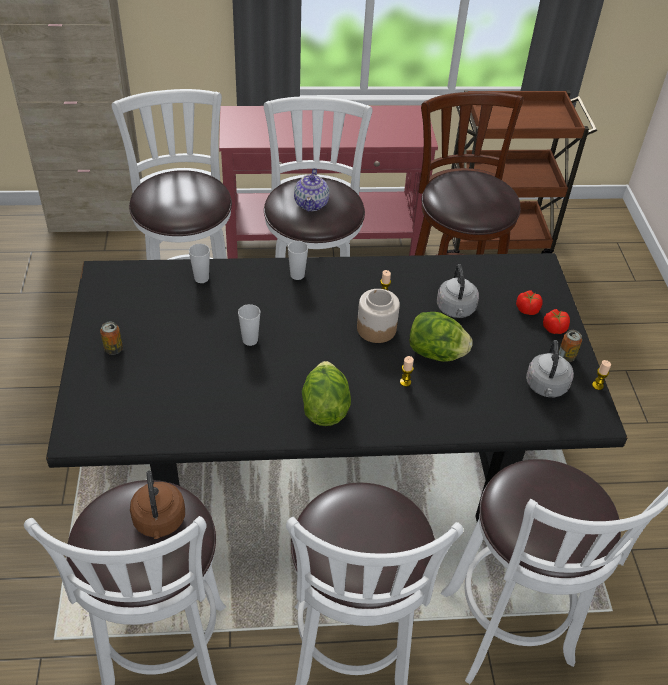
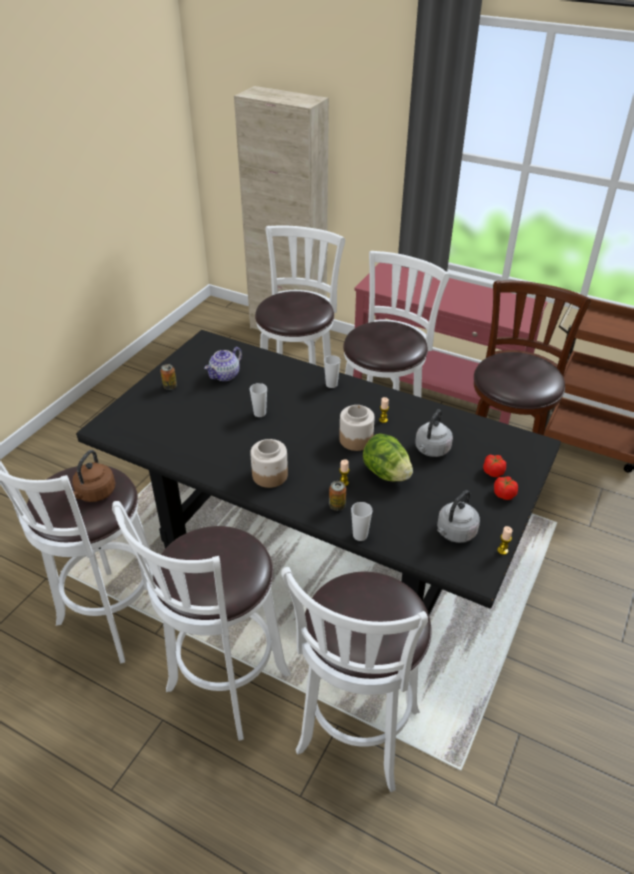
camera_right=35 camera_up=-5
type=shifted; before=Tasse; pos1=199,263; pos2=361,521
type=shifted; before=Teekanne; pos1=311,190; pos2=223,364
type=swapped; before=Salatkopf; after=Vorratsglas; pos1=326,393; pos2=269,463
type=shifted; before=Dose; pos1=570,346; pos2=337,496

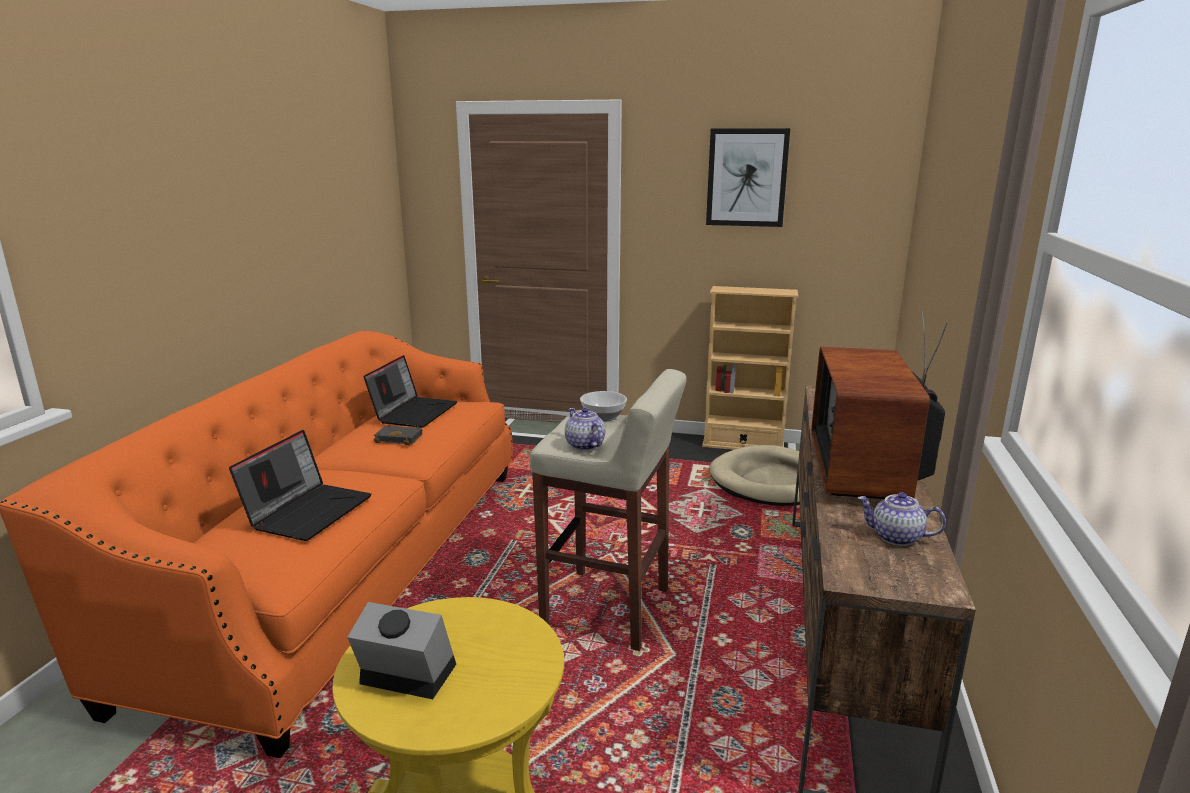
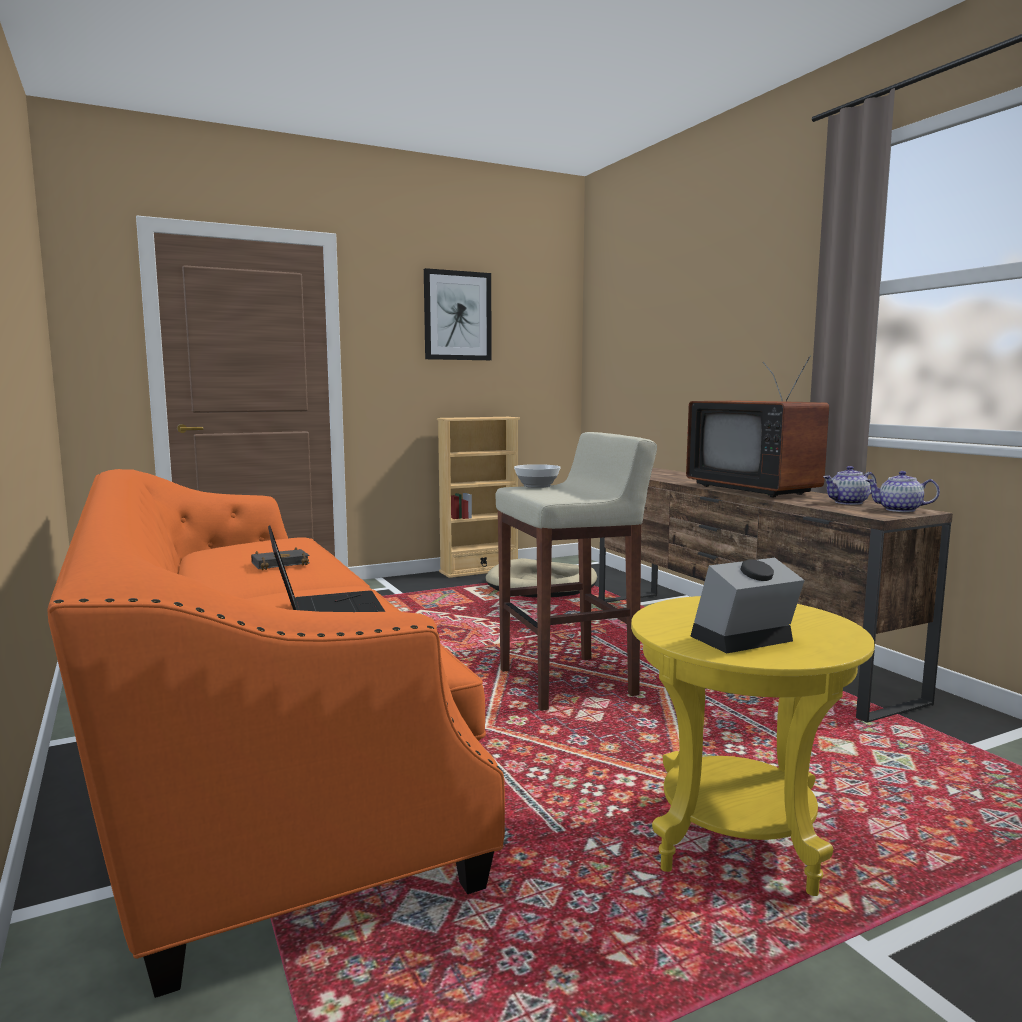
camera_right=-40 camera_up=-10
type=gone; before=Laptop; pos1=410,391
type=shifted; before=Teekanne; pos1=585,429; pos2=903,491

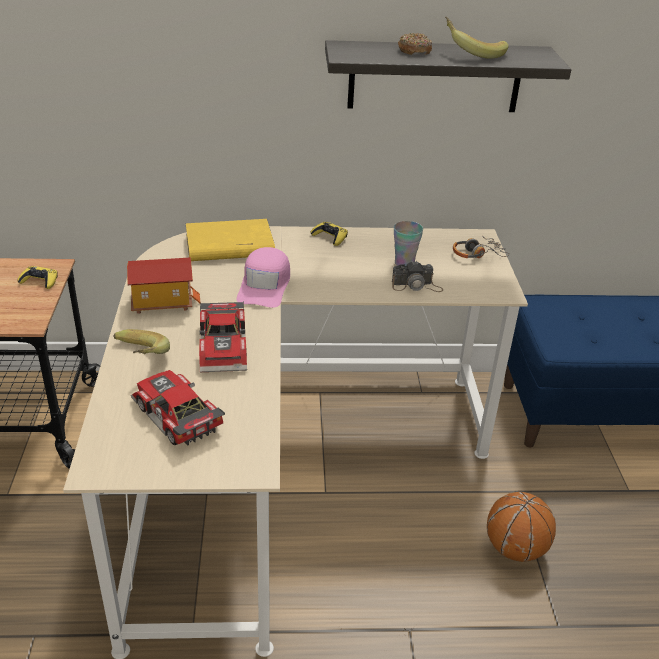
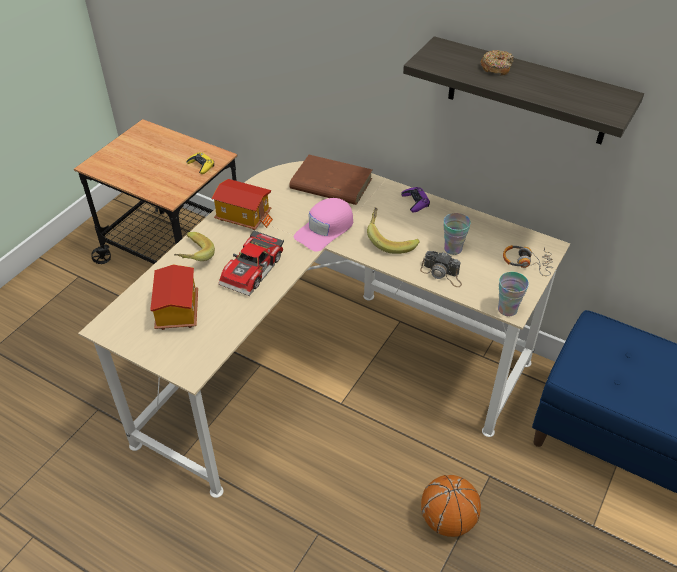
camera_right=35 camera_up=10
type=swapped; before=Spielzeugauto; after=Spielzeughaus; pos1=178,407; pos2=174,297
type=repainted; before=Buch (gelb); after=Buch (braun); pos1=230,240; pos2=330,180
type=repainted; before=Gamepad (gelb); after=Gamepad (lila); pos1=329,234; pos2=415,199
type=shifted; before=Banane; pos1=477,38; pos2=393,230
type=new; after=Tasse; pos2=513,294

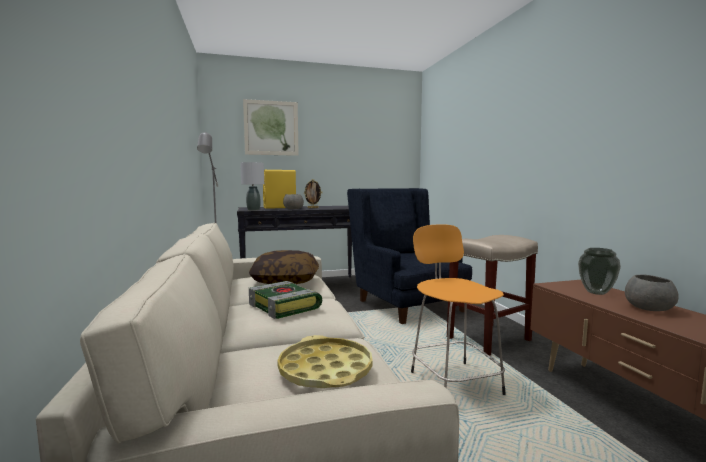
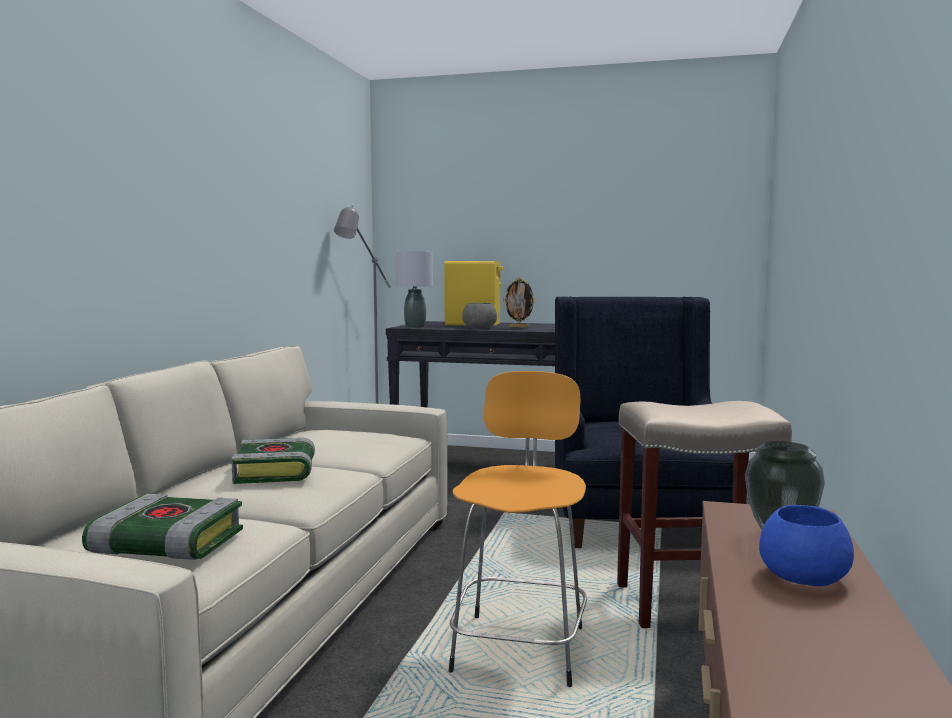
camera_right=30 camera_up=0
type=gone; before=Bild; pos1=271,127
type=gone; before=Kissen; pos1=284,267
type=swapped; before=Tablett (gelb); after=Buch; pos1=325,361; pos2=162,527
type=repainted; before=Schüssel (grau); after=Schüssel (blau); pos1=652,292; pos2=806,545

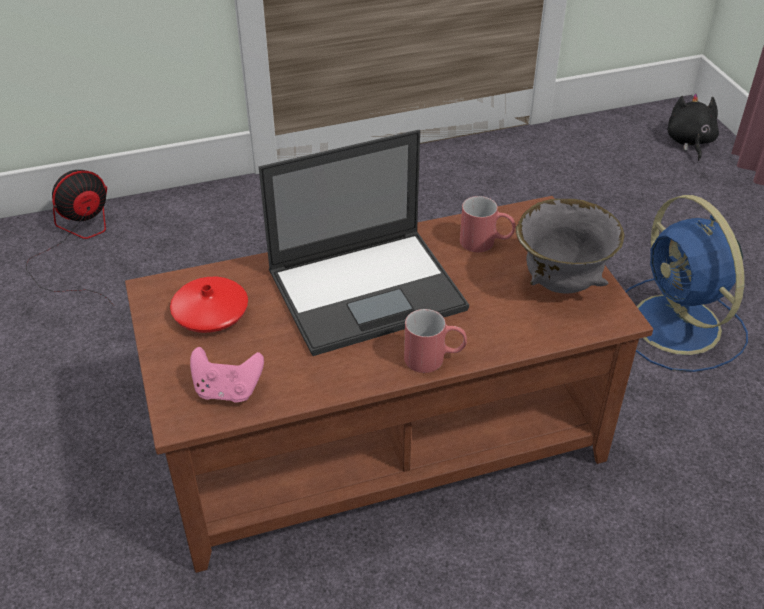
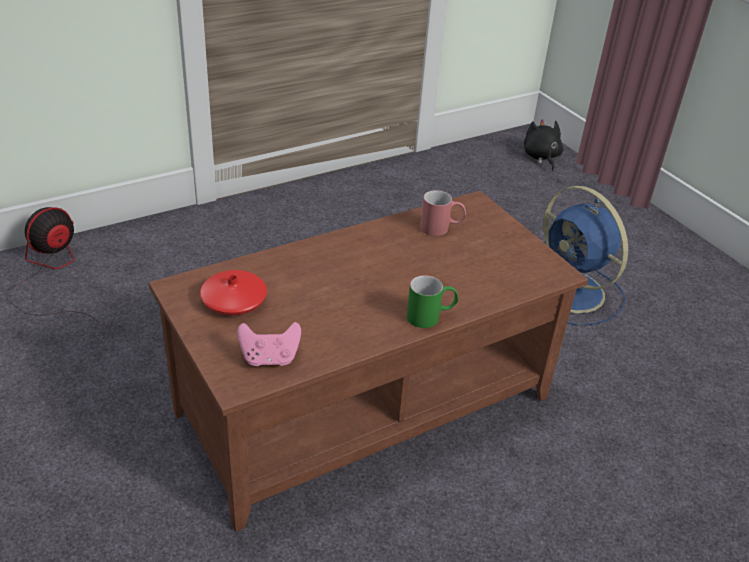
camera_right=-15 camera_up=-5
type=gone; before=Laptop; pos1=364,243
type=repainted; before=Henkelbecher (rot); after=Henkelbecher (grün); pos1=435,341; pos2=432,301
type=gone; before=Schüssel (grau); pos1=570,246

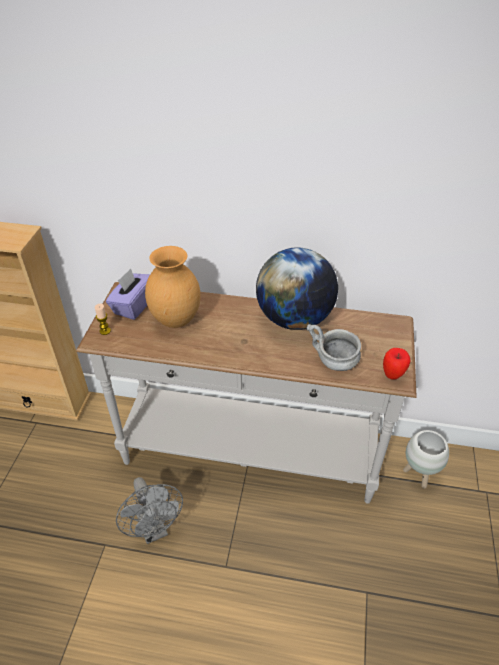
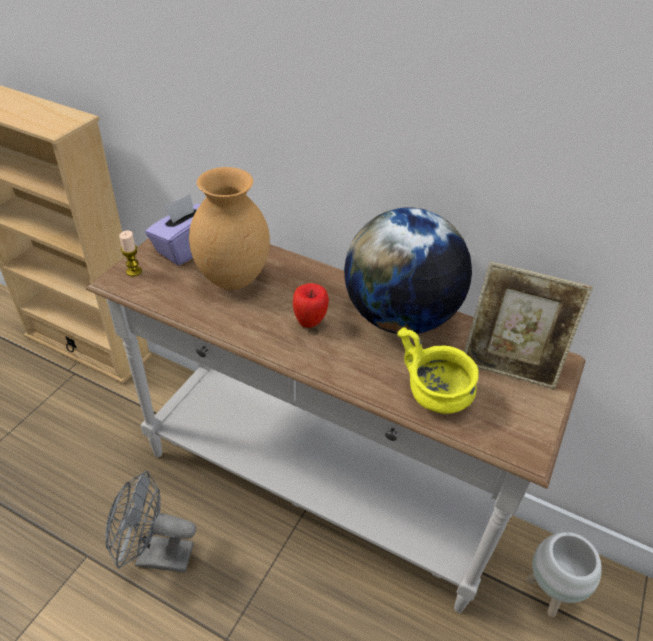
camera_right=15 camera_up=0
type=rotated; before=Ventilator (grau); pos1=149,510; pos2=150,522; turn=105
type=repainted; before=Schüssel (grau); after=Schüssel (gelb); pos1=333,347; pos2=438,370
type=shifted; before=Apfel; pos1=396,364; pos2=311,305
type=new; after=Bilderrahmen; pos2=528,325

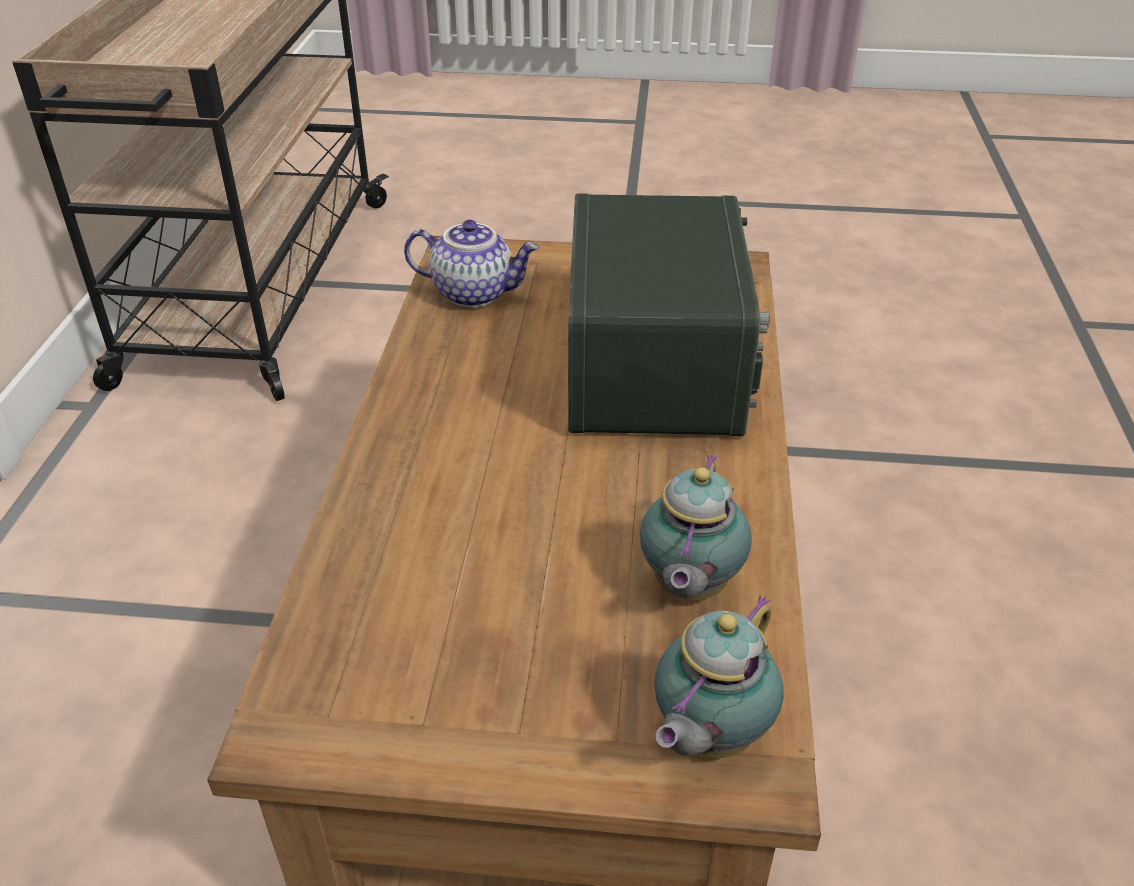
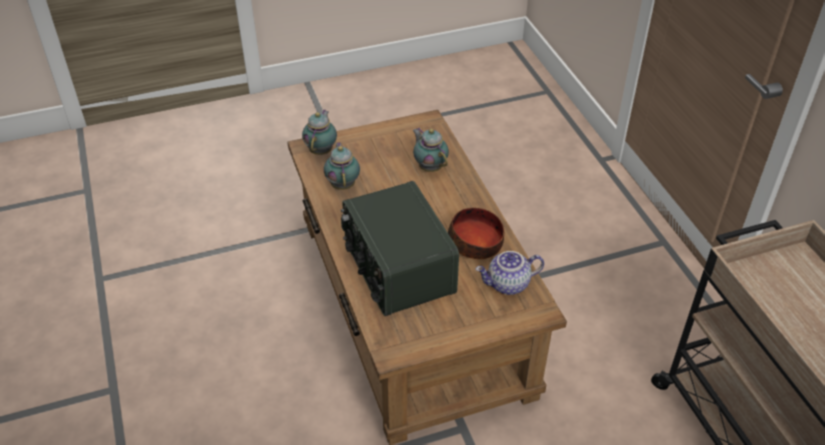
camera_right=155 camera_up=5
type=new; after=Teekanne; pos2=431,149
type=new; after=Schüssel; pos2=476,233

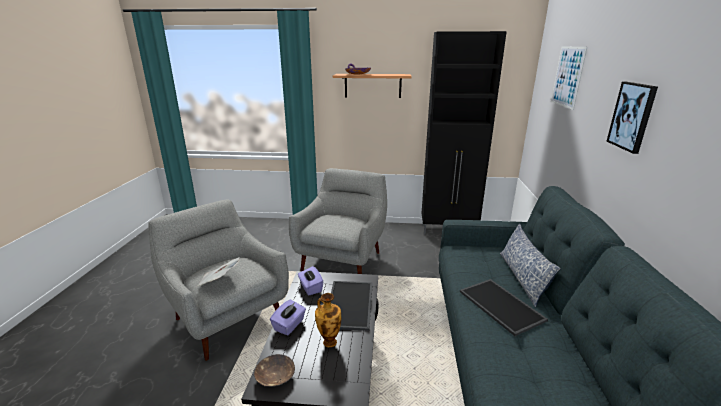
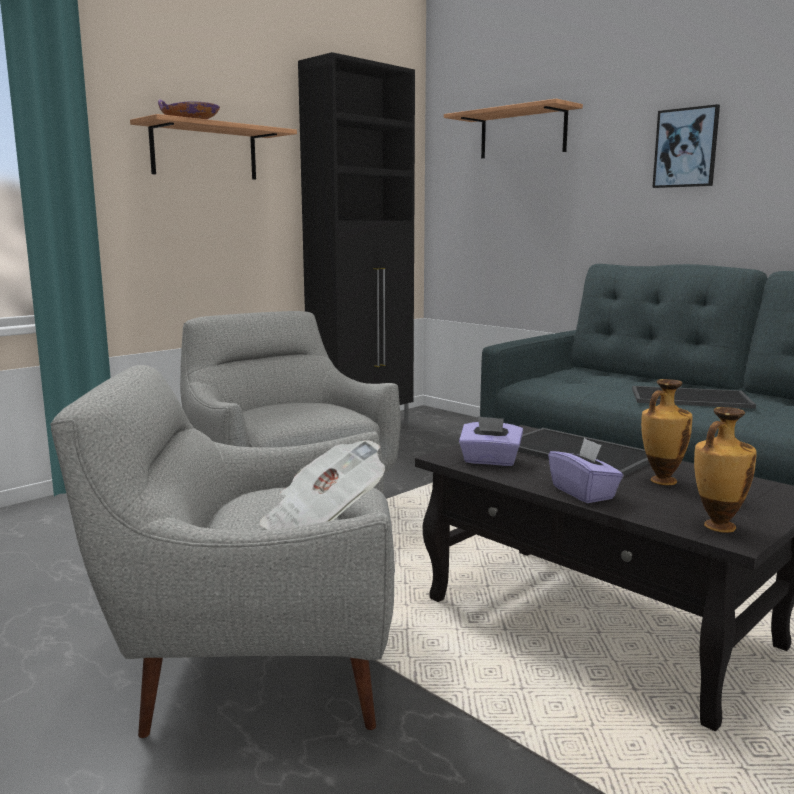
camera_right=-50 camera_up=-10
type=swapped; before=Schüssel (braun); after=Vase; pos1=274,370; pos2=725,470
type=gone; before=Kissen; pos1=530,265
type=swapped; before=Bild; after=Wandregal; pos1=569,78; pos2=513,128

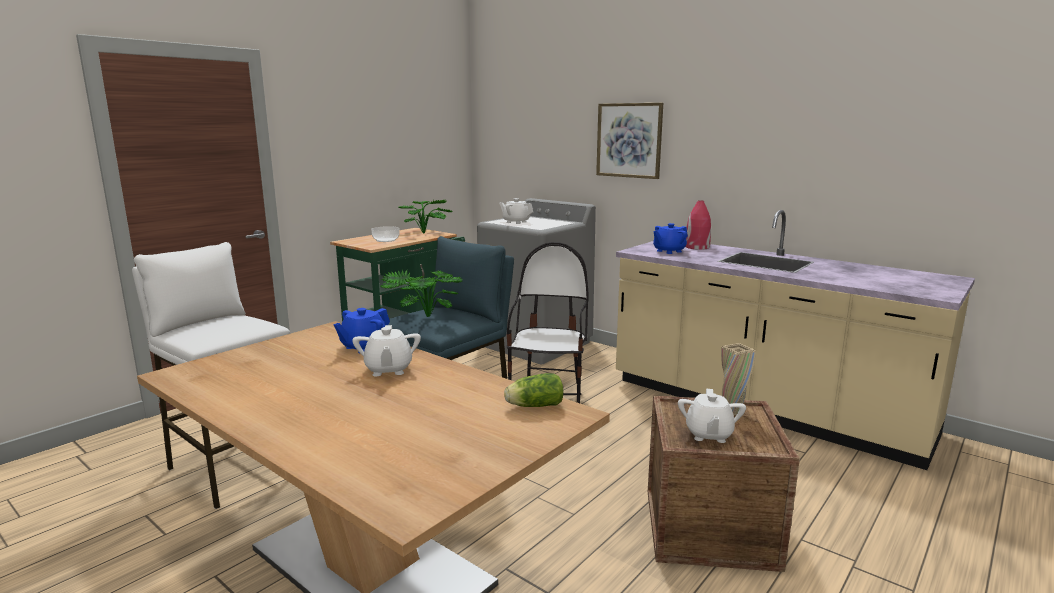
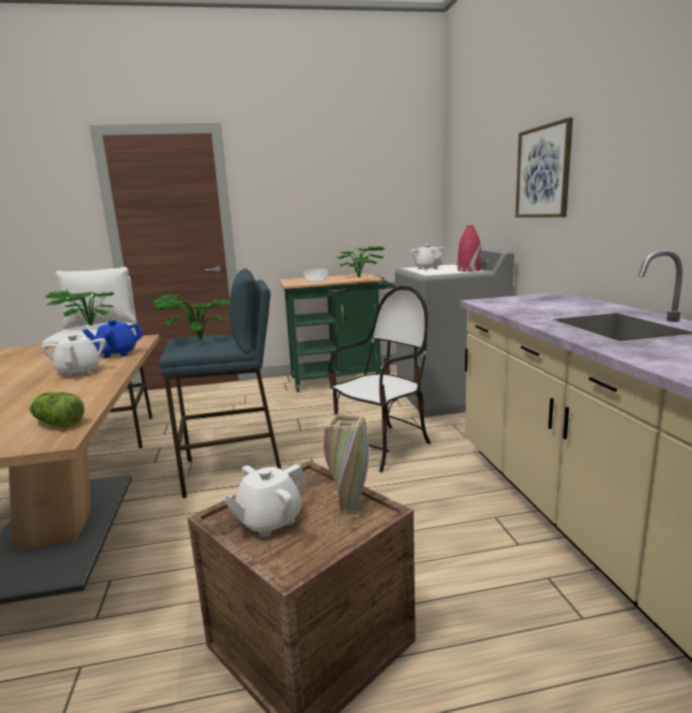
camera_right=40 camera_up=0
type=rotated; before=Teekanne (weiß); pos1=386,350; pos2=74,355; turn=135
type=gone; before=Teekanne (blau); pos1=670,238
type=shifted; before=Vase (rot); pos1=698,225; pos2=470,248
type=new; after=Topfpflanze; pos2=79,307

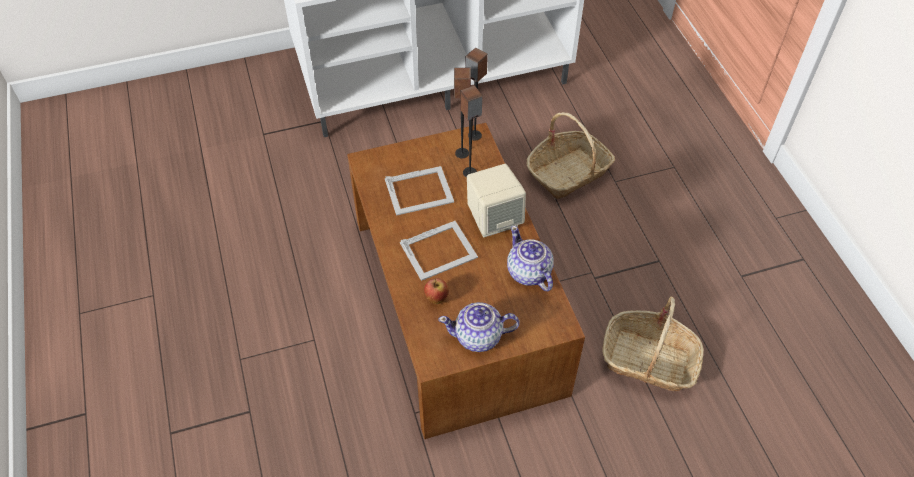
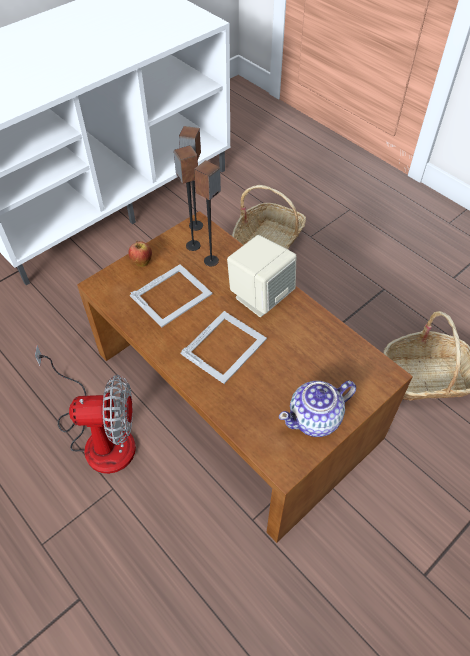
camera_right=-25 camera_up=0
type=shifted; before=Apfel; pos1=436,291; pos2=140,254
type=gone; before=Teekanne; pos1=530,258
type=new; after=Ventilator; pos2=85,409

